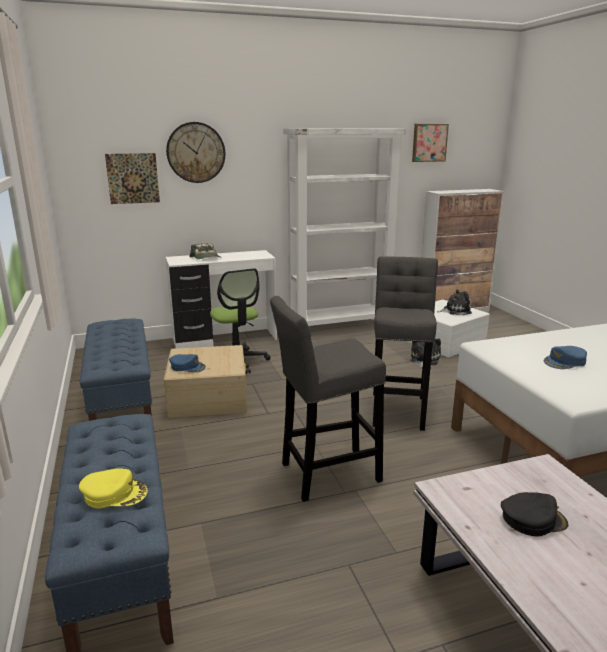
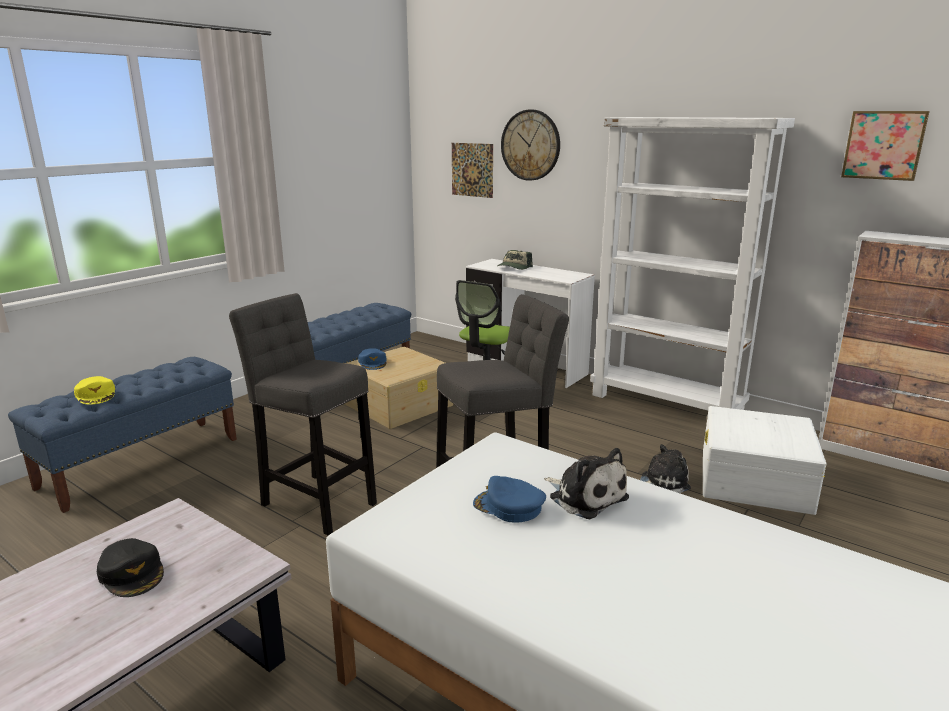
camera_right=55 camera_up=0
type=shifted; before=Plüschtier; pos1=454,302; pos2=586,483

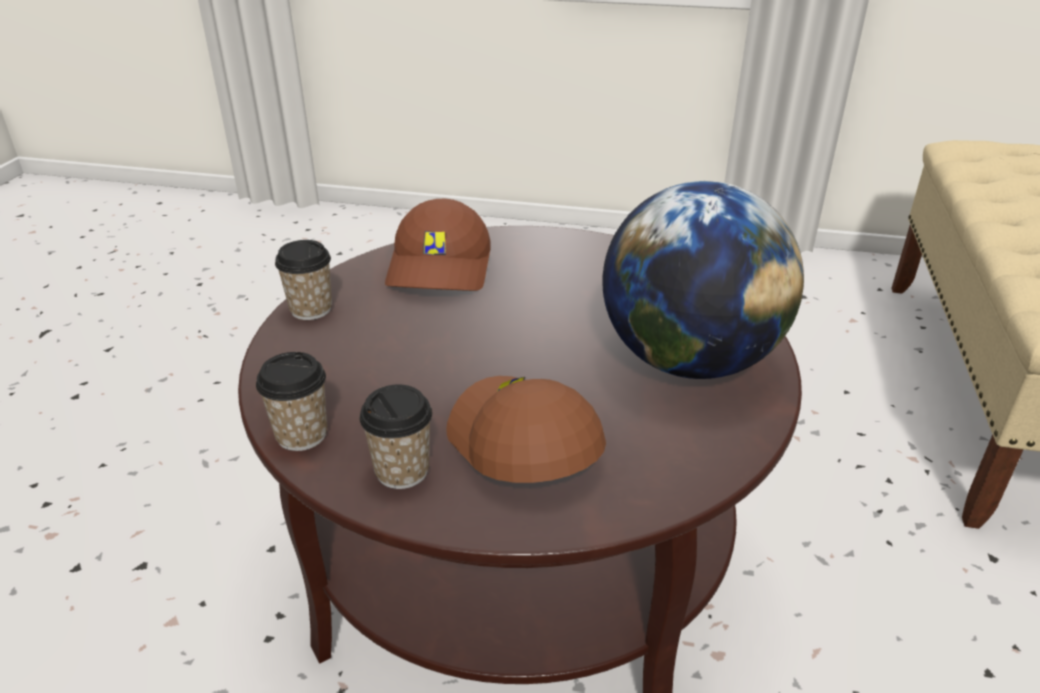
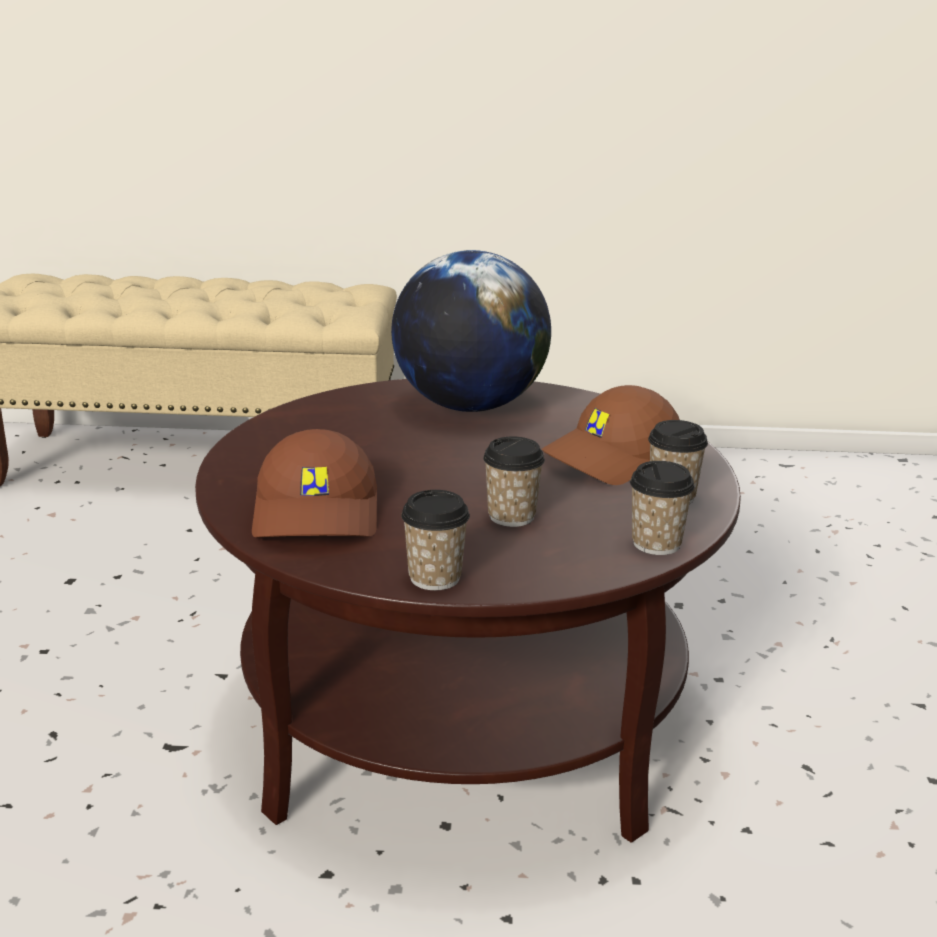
camera_right=-100 camera_up=-10
type=rotated; before=Kappe (braun); pos1=438,245; pos2=314,483; turn=90
type=new; after=Tasse; pos2=514,481

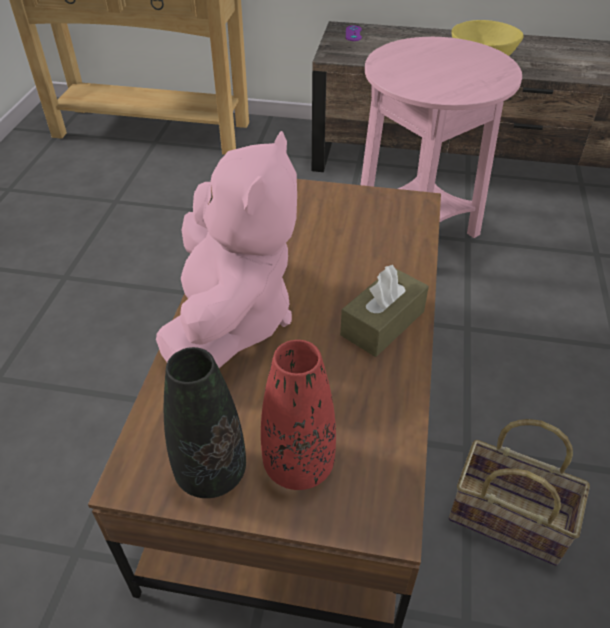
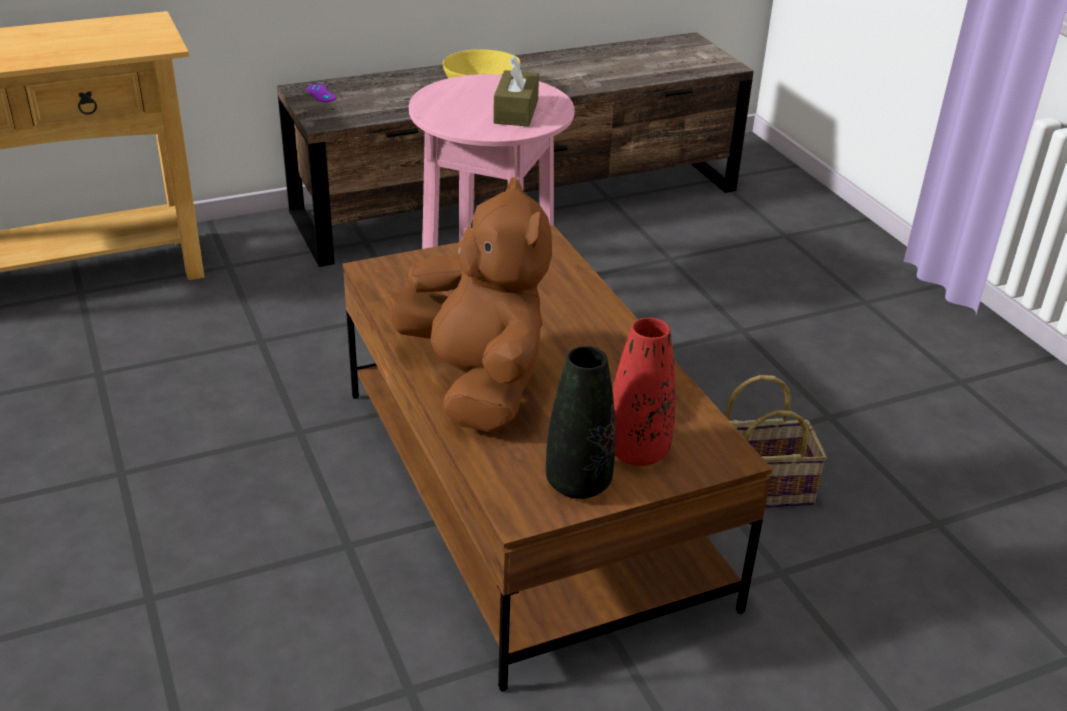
camera_right=-35 camera_up=-10
type=repainted; before=Plüschtier (rosa); after=Plüschtier (braun); pos1=226,249; pos2=470,304
type=shifted; before=Taschentuchbox (braun); pos1=384,311; pos2=516,91

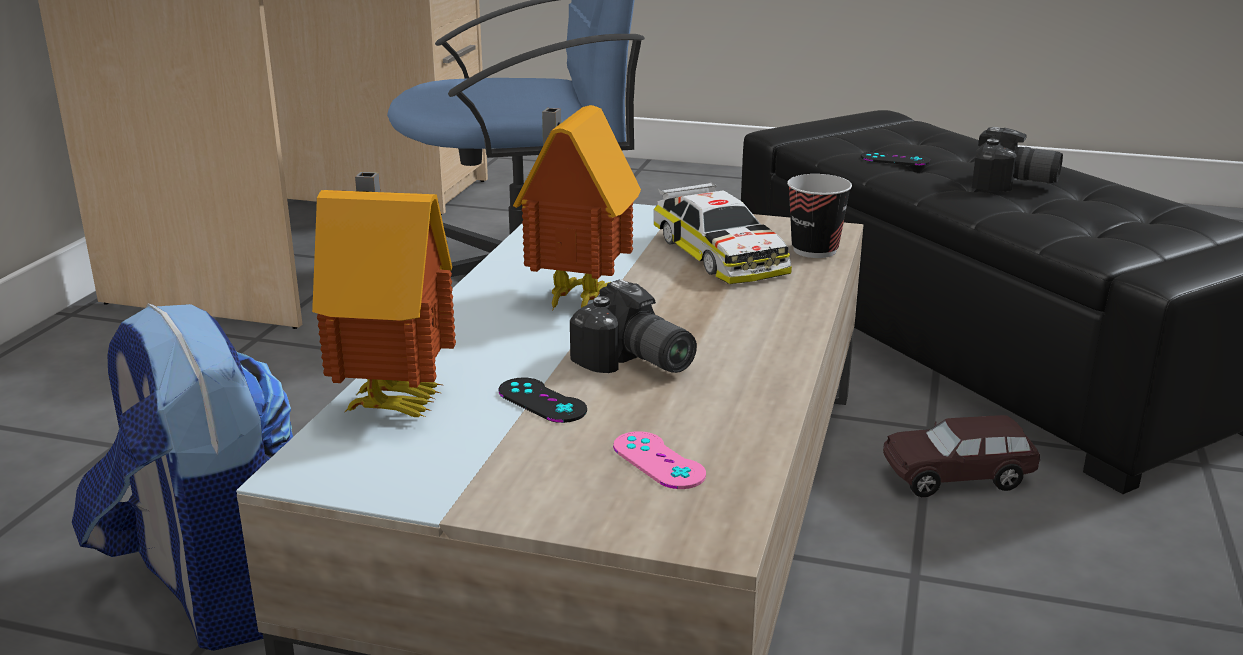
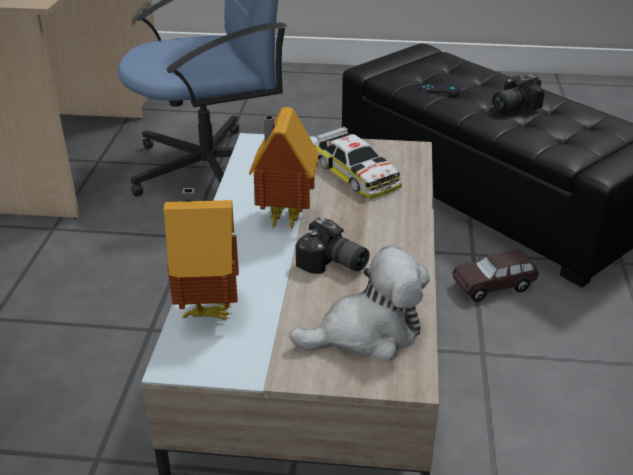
camera_right=-10 camera_up=10
type=gone; before=Rucksack; pos1=182,477
type=gone; before=Gamepad (schwarz); pos1=543,400
type=swapped; before=Gamepad (rosa); after=Plüschtier; pos1=659,460; pos2=360,303
type=gone; before=Tasse; pos1=819,216
type=rotated; before=Kamera; pos1=1017,159; pos2=519,93; turn=135

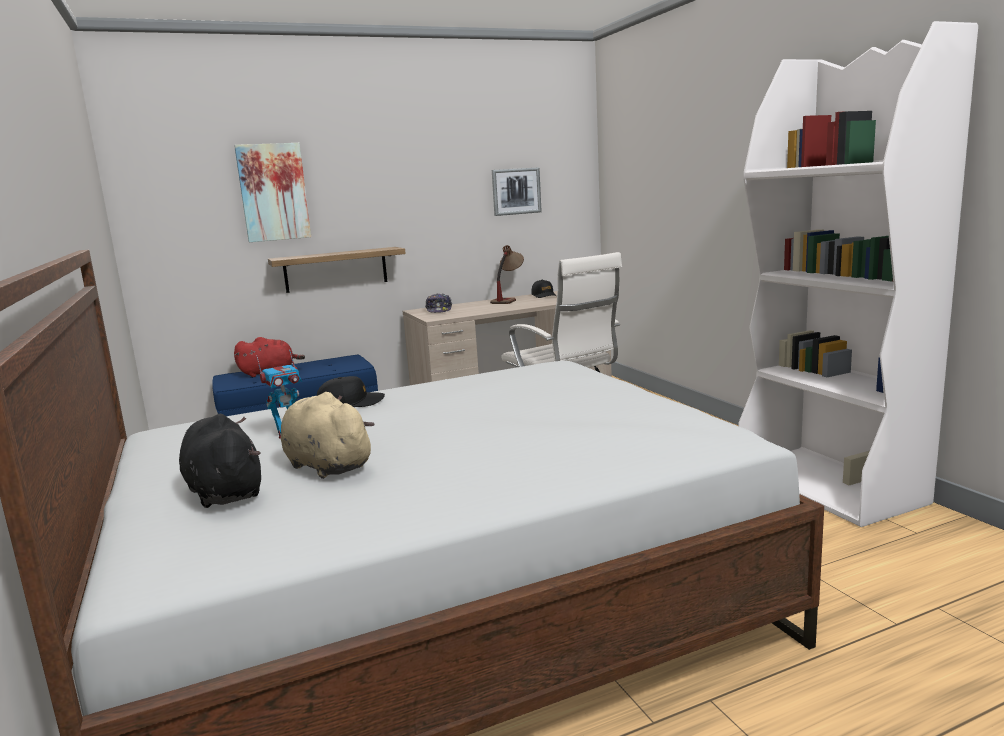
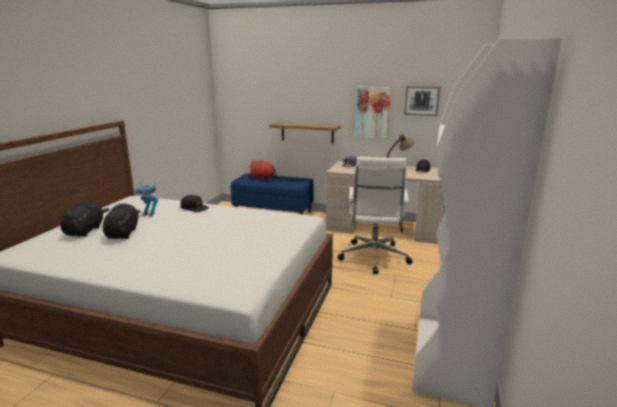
camera_right=40 camera_up=5
type=shifted; before=Bild; pos1=272,192; pos2=373,113
type=repainted; before=Plüschtier (beige); after=Plüschtier (schwarz); pos1=328,435; pos2=122,221

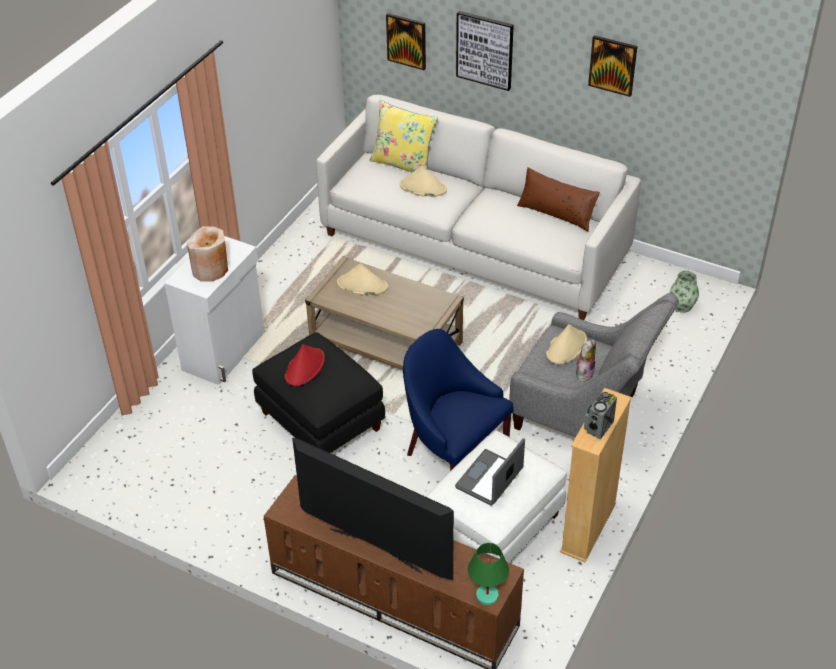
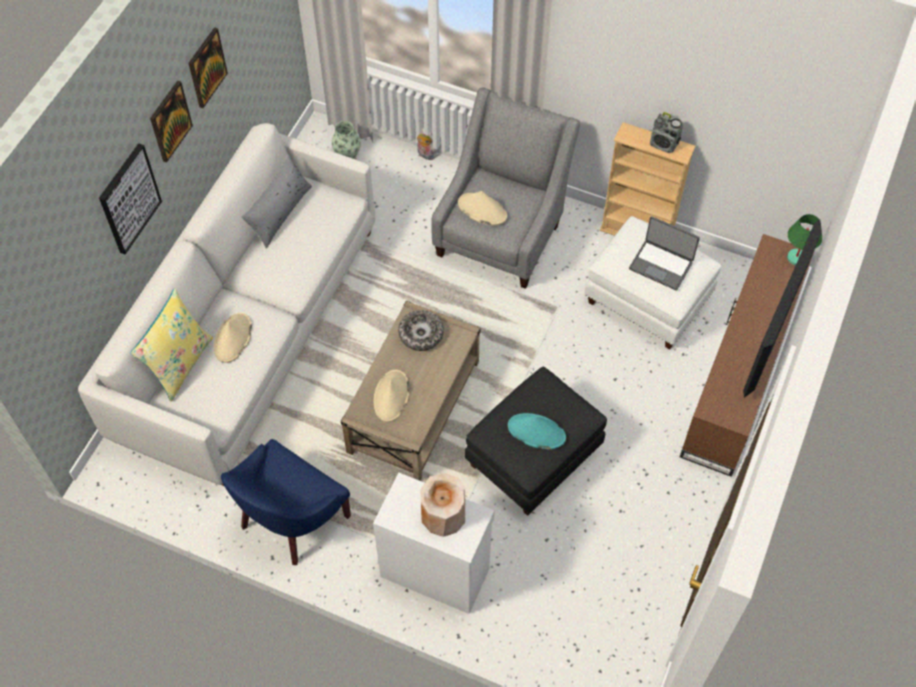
camera_right=-95 camera_up=15
type=repainted; before=Hut (rot); after=Hut (türkis); pos1=305,365; pos2=537,431
type=shifted; before=Bild; pos1=406,41; pos2=171,122
type=shifted; before=Sessel (blau); pos1=458,400; pos2=286,502
type=repainted; before=Kissen (braun); after=Kissen (grau); pos1=558,199; pos2=276,202
type=shifted; before=Plüschtier; pos1=586,361; pos2=425,144
type=new; after=Schüssel; pos2=421,330

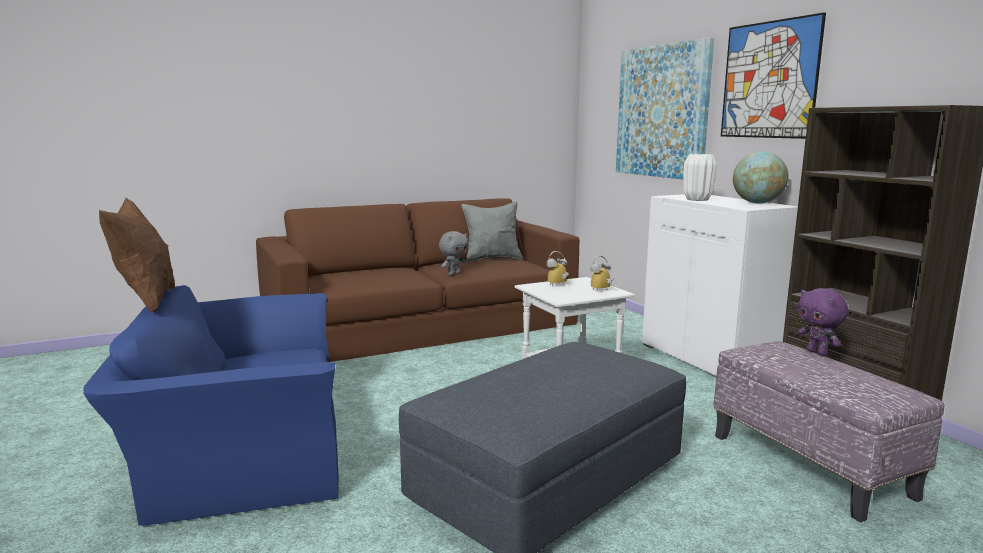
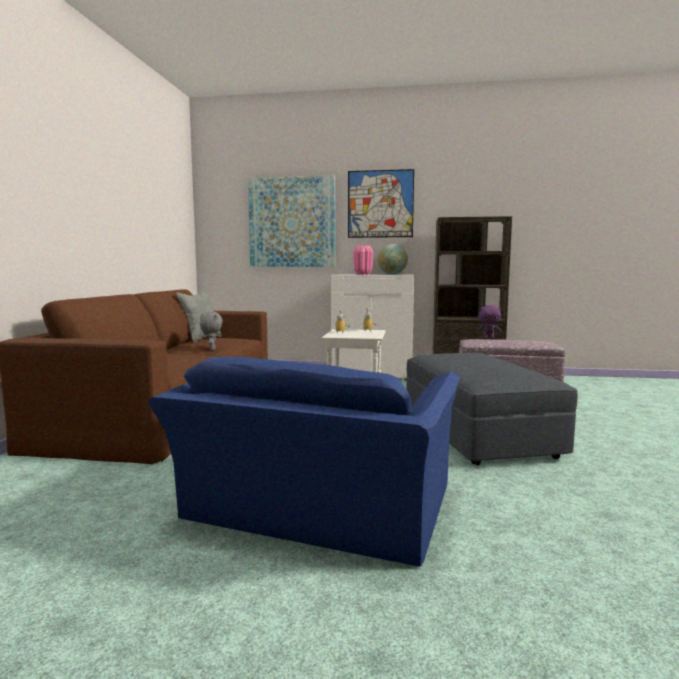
camera_right=-55 camera_up=-5
type=gone; before=Kissen (braun); pos1=137,255
type=repainted; before=Vase (weiß); after=Vase (rosa); pos1=700,177; pos2=363,260

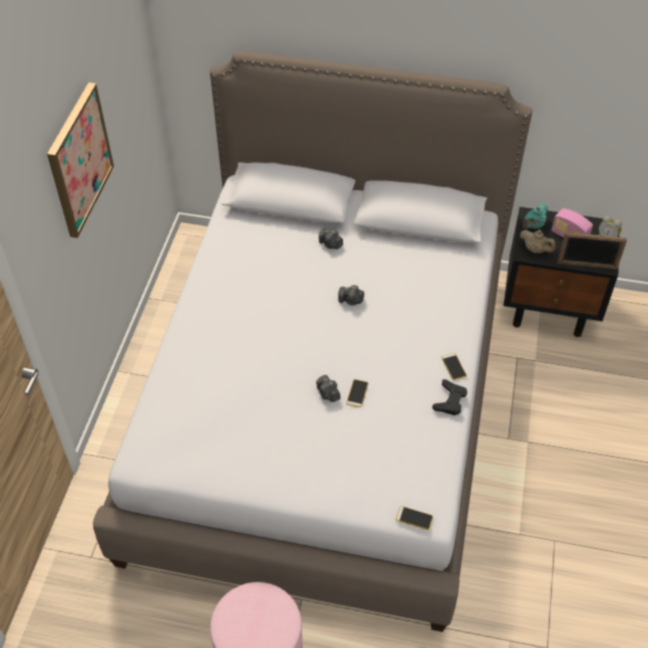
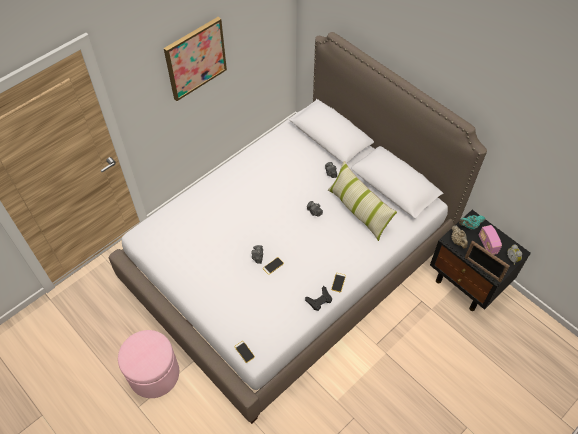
camera_right=35 camera_up=5
type=new; after=Kissen; pos2=362,201

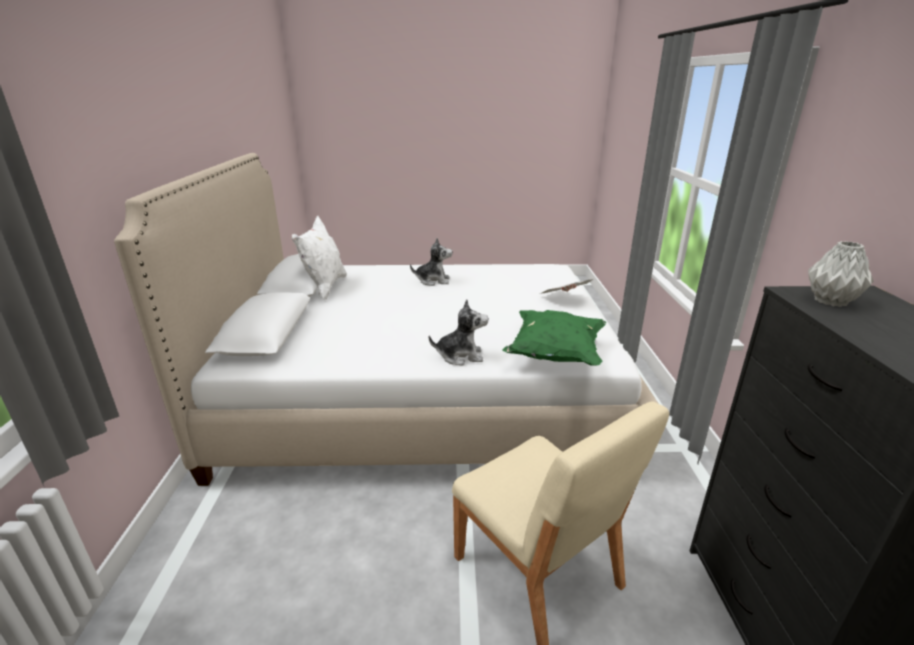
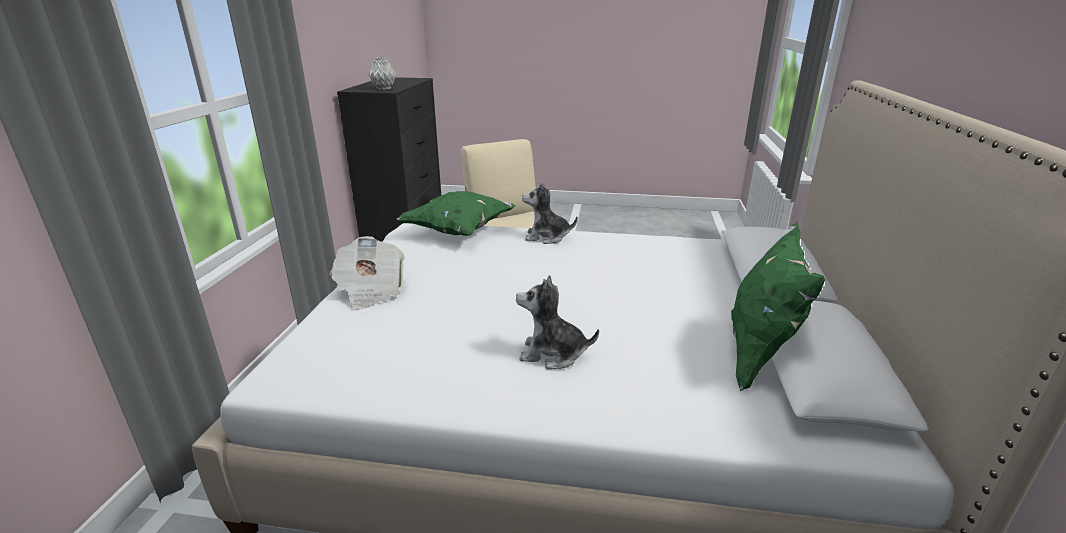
camera_right=-170 camera_up=0
type=repainted; before=Kissen (weiß); after=Kissen (grün); pos1=319,257; pos2=778,306

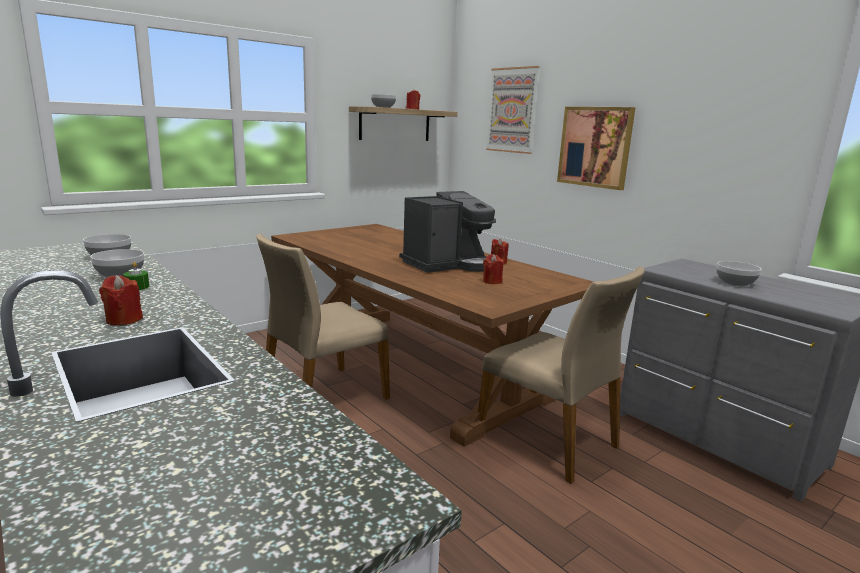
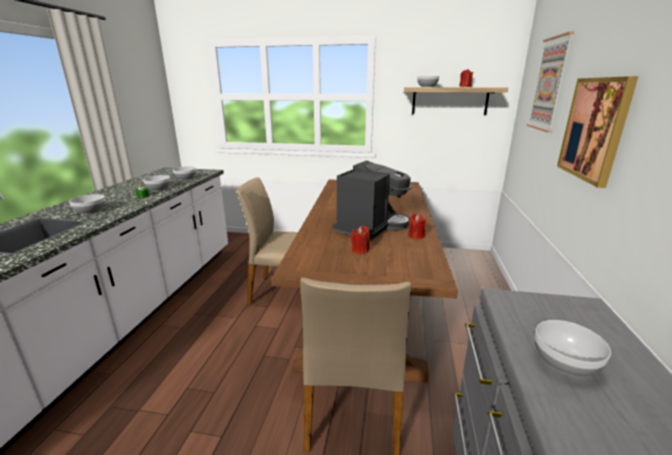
camera_right=50 camera_up=5
type=swapped; before=Kerze (rot); after=Schüssel; pos1=121,300; pos2=87,204
type=rotated; before=Kaffeemaschine; pos1=447,232; pos2=373,200; turn=-75

